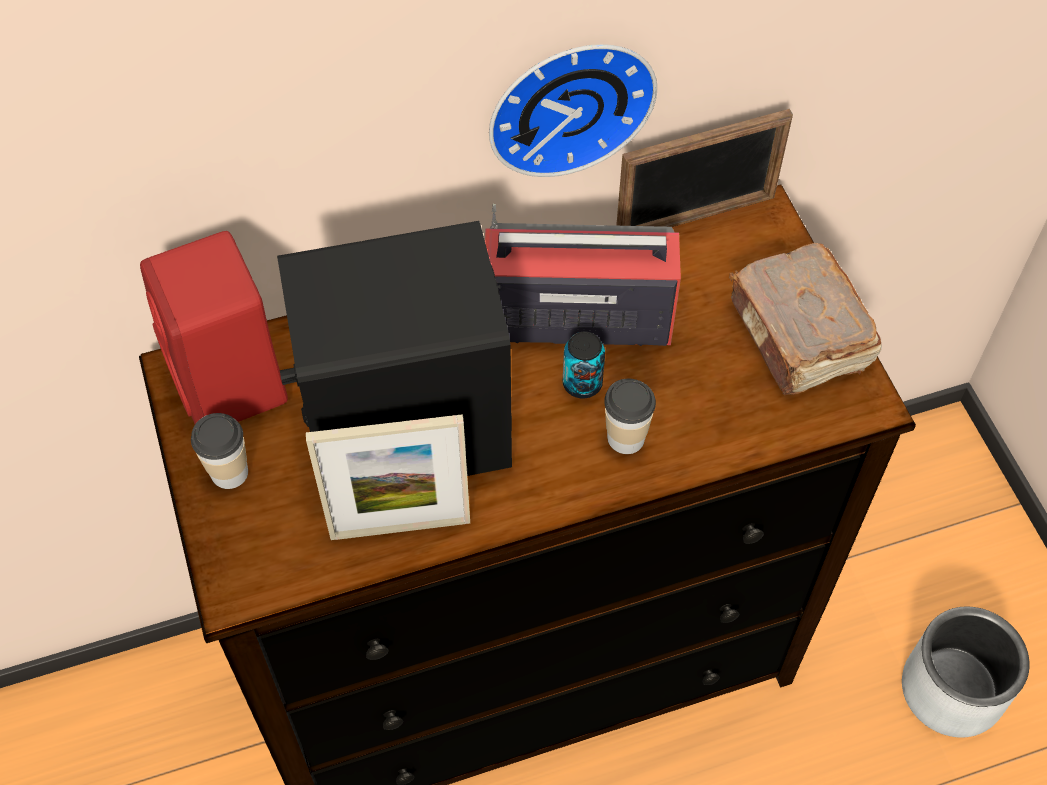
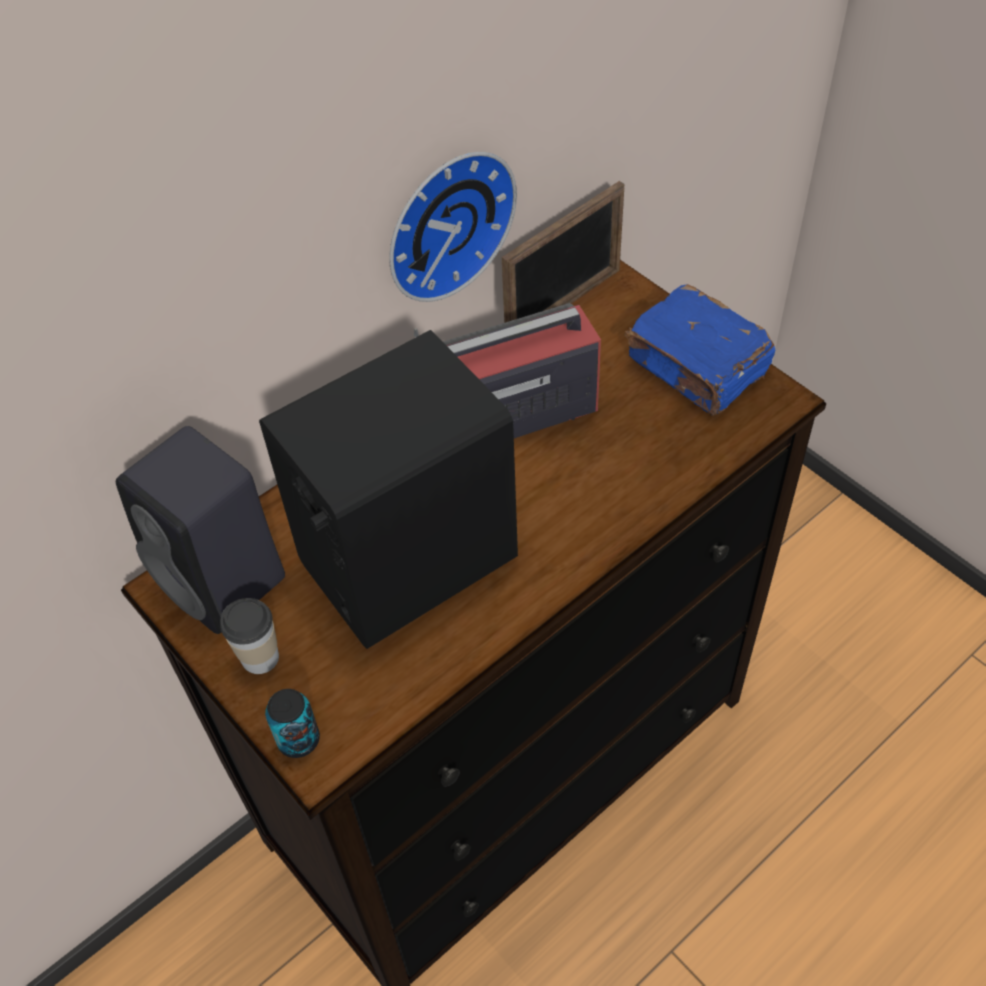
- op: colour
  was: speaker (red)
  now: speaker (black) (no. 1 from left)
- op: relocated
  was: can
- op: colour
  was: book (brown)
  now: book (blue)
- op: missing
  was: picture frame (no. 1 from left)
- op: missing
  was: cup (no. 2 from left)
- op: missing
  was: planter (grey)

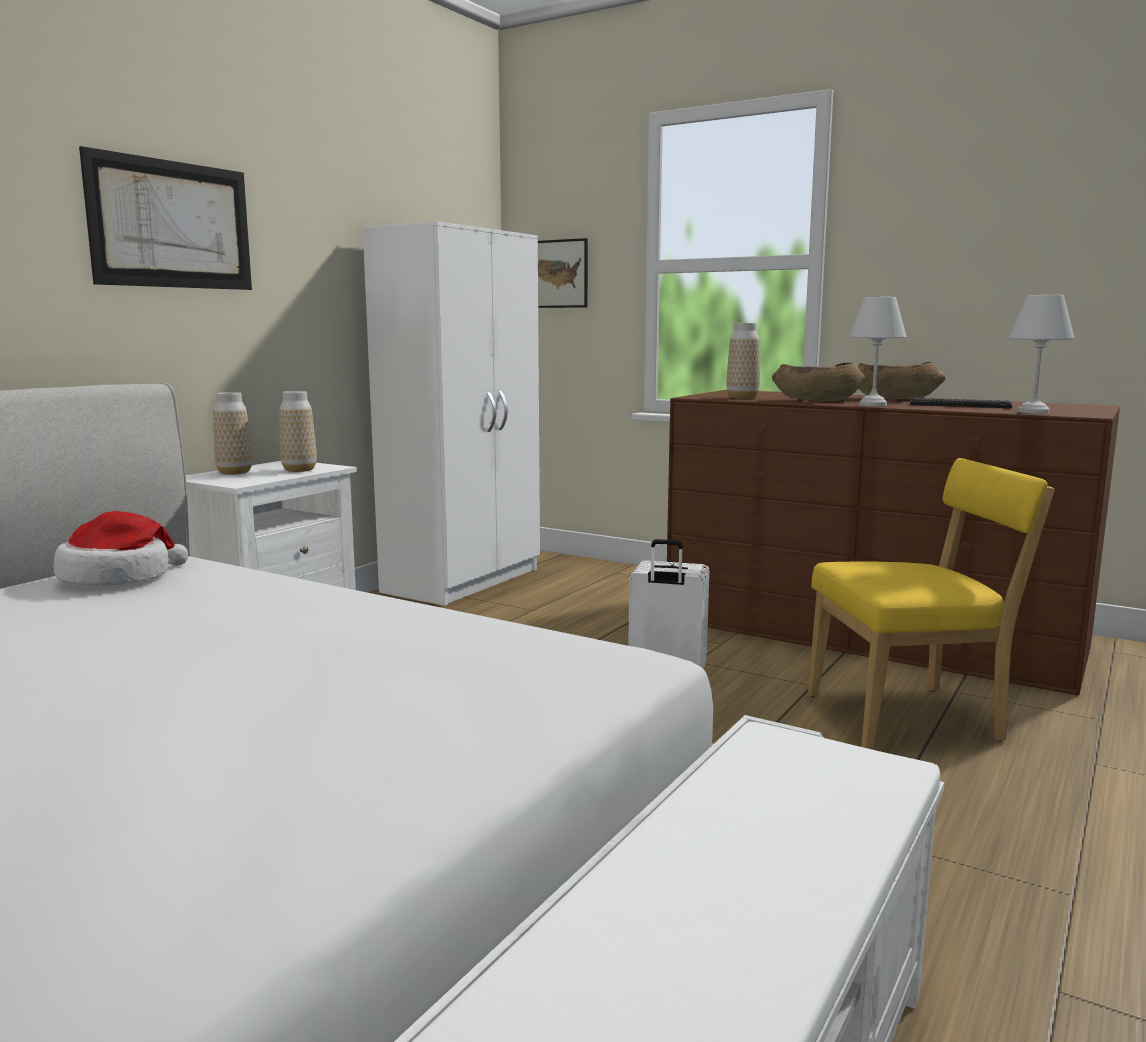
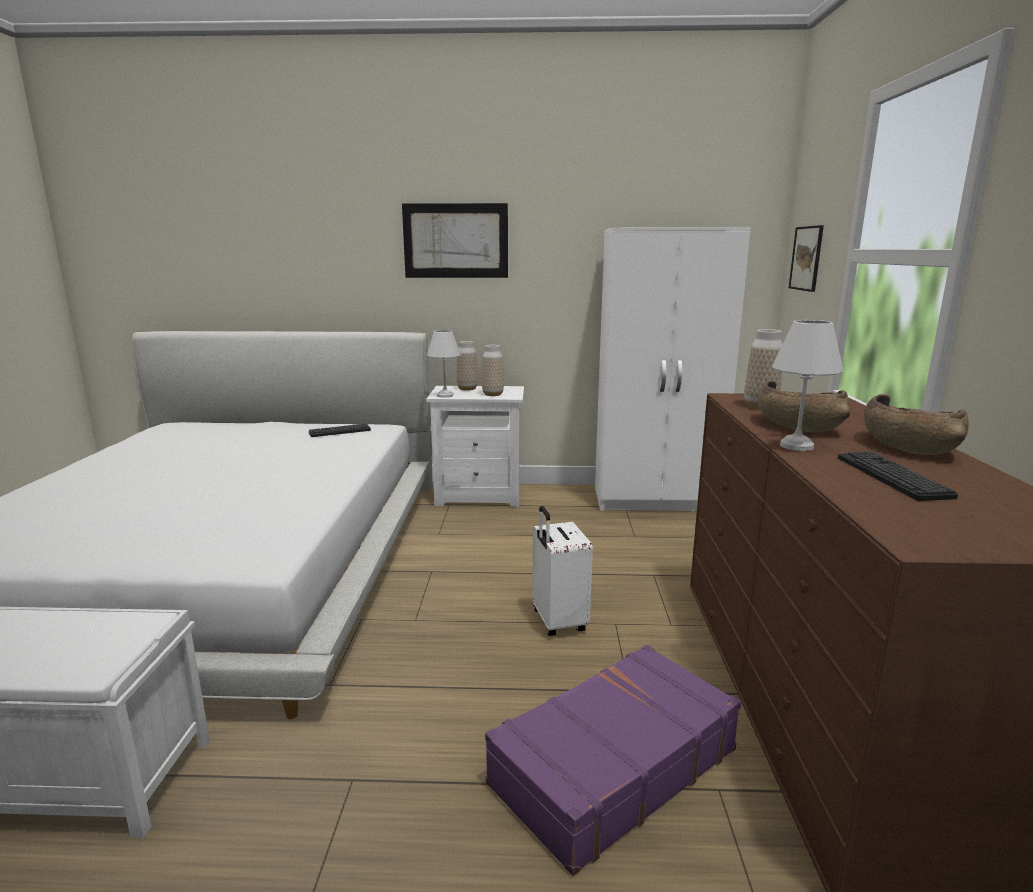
- op: exchanged
  was: hat
  now: keyboard (no. 1 from left)
- op: relocated
  was: table lamp (white) (no. 2 from left in the first image)
  now: table lamp (white) (no. 1 from left)
- op: exchanged
  was: chair (yellow)
  now: suitcase (purple)

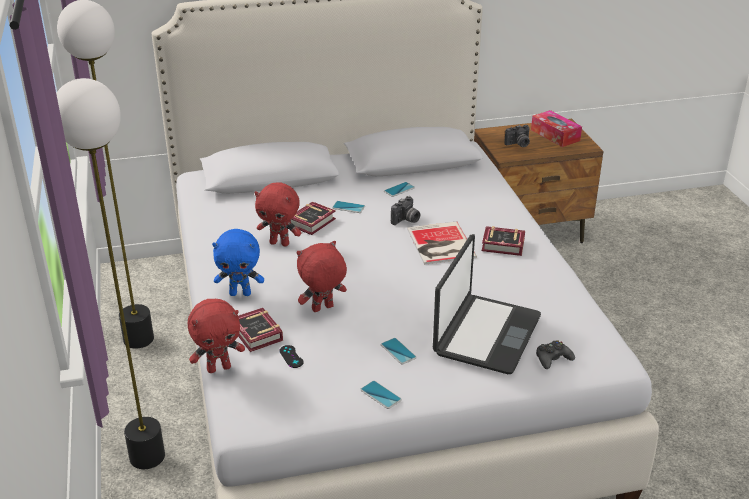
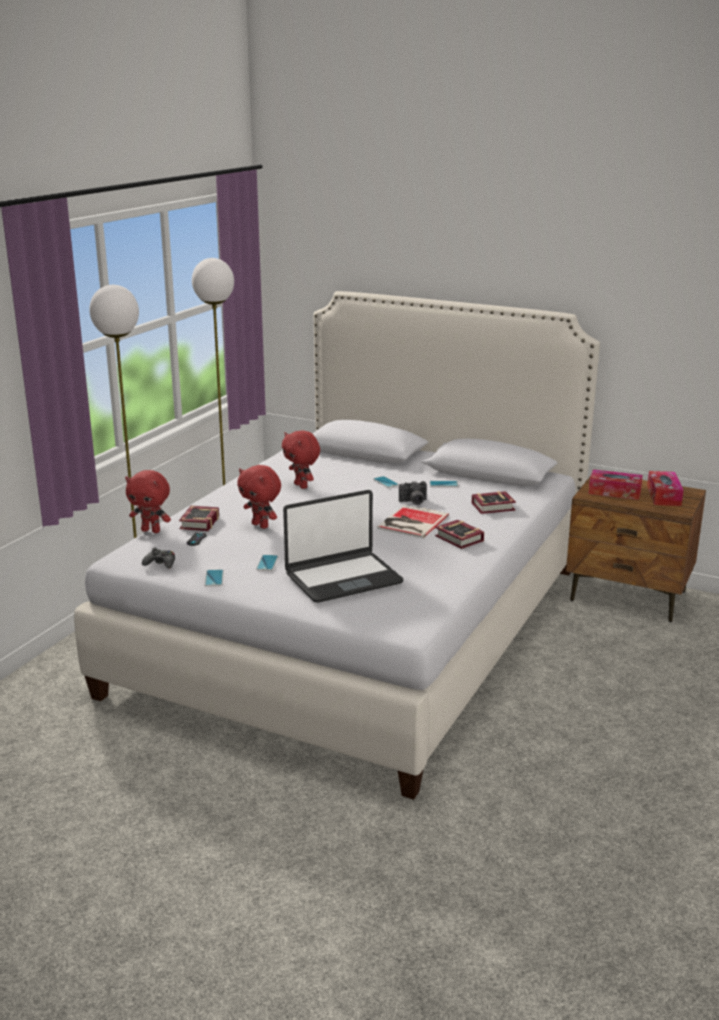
- op: relocated
  was: game controller (black) (no. 2 from left in the first image)
  now: game controller (black) (no. 1 from left)
- op: spun
  was: plush toy (red) (no. 3 from left in the first image)
  clockwise: -150
- op: relocated
  was: book (no. 2 from left in the first image)
  now: book (no. 4 from left)
- op: exchanged
  was: photo camera (no. 2 from left)
  now: tissue box (no. 1 from left)
- op: missing
  was: plush toy (blue)

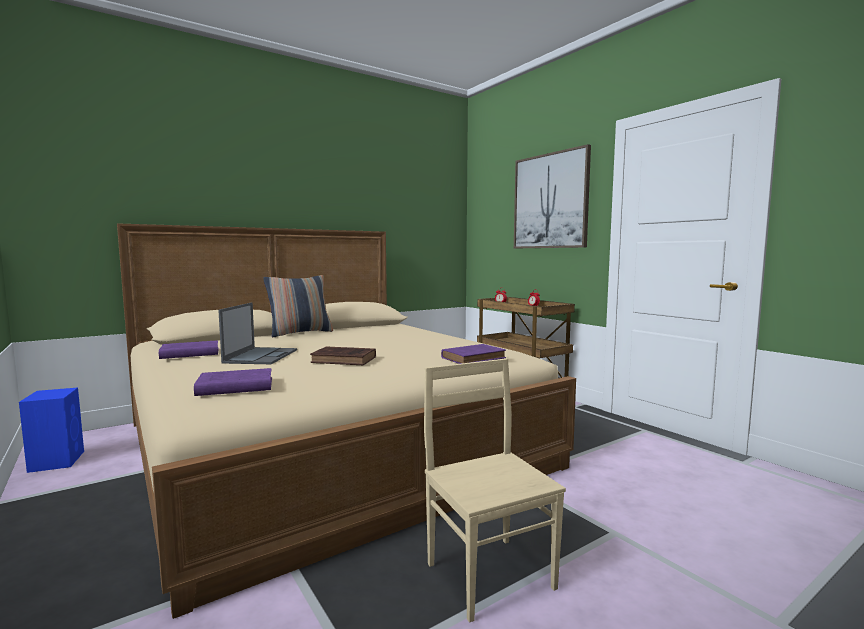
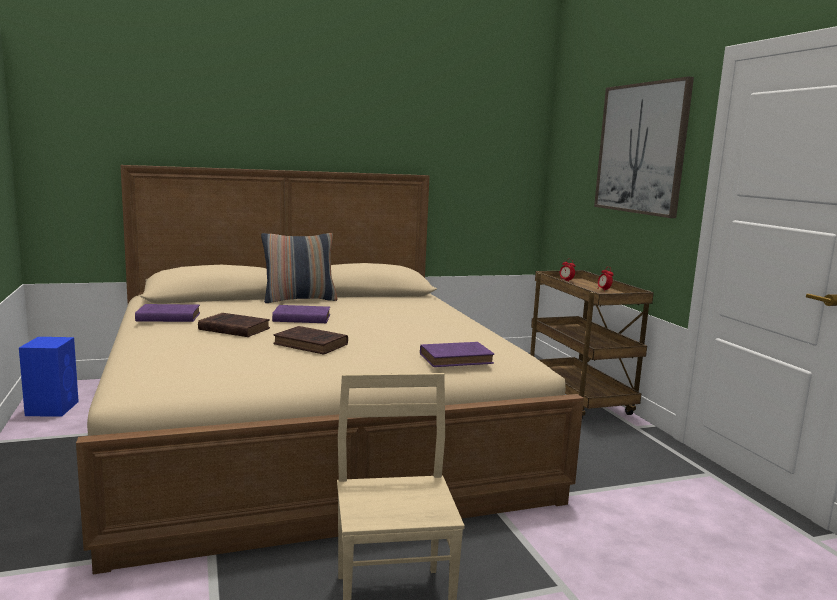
- op: exchanged
  was: laptop
  now: book (brown) (no. 1 from left)
- op: relocated
  was: book (purple) (no. 2 from left)

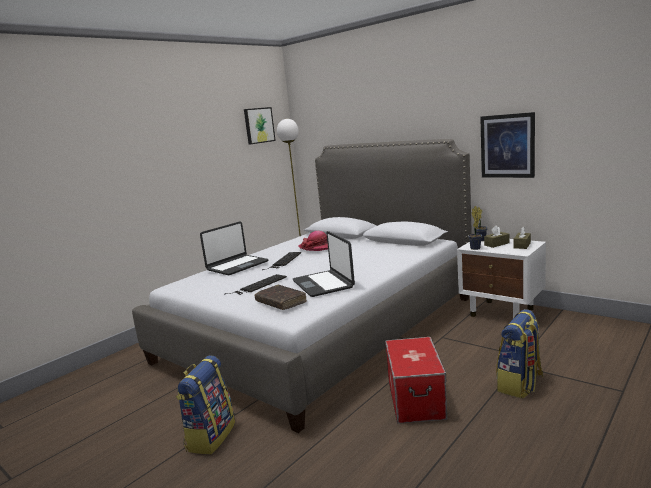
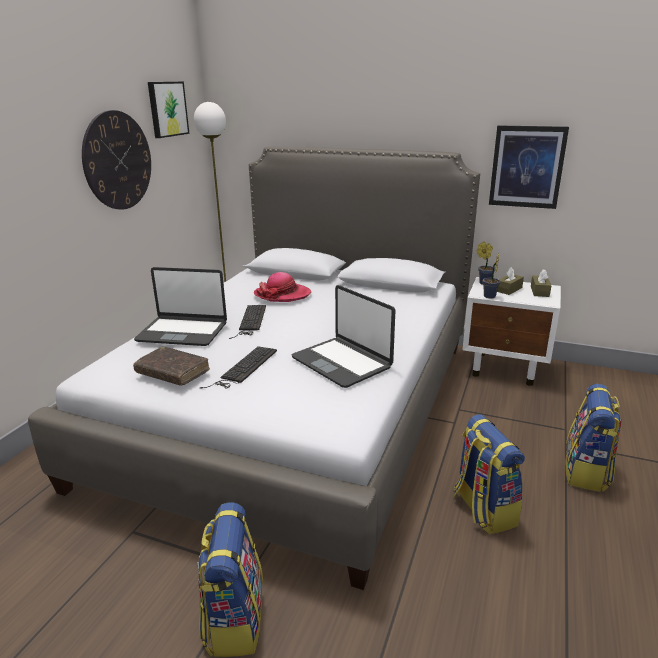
- op: appeared
  now: wall clock
- op: relocated
  was: book (brown)
- op: spun
  was: laptop (no. 1 from left)
  clockwise: 75
- op: exchanged
  was: storage box
  now: backpack (no. 2 from left)

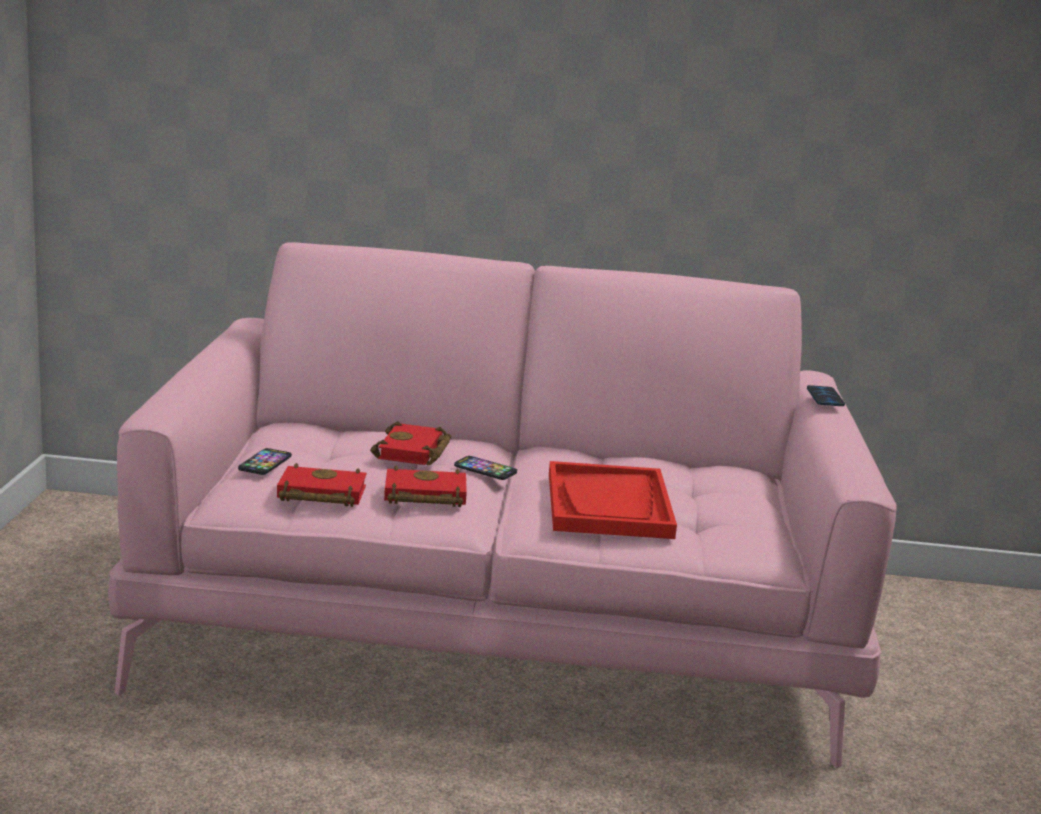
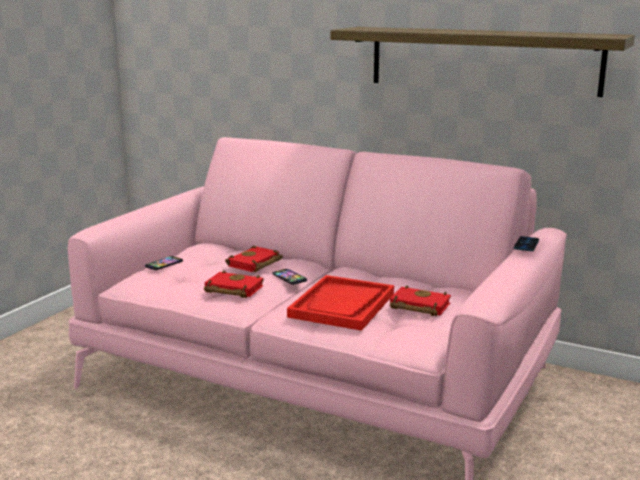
- op: appeared
  now: shelf
- op: relocated
  was: book (red) (no. 1 from left in the first image)
  now: book (red) (no. 3 from left)

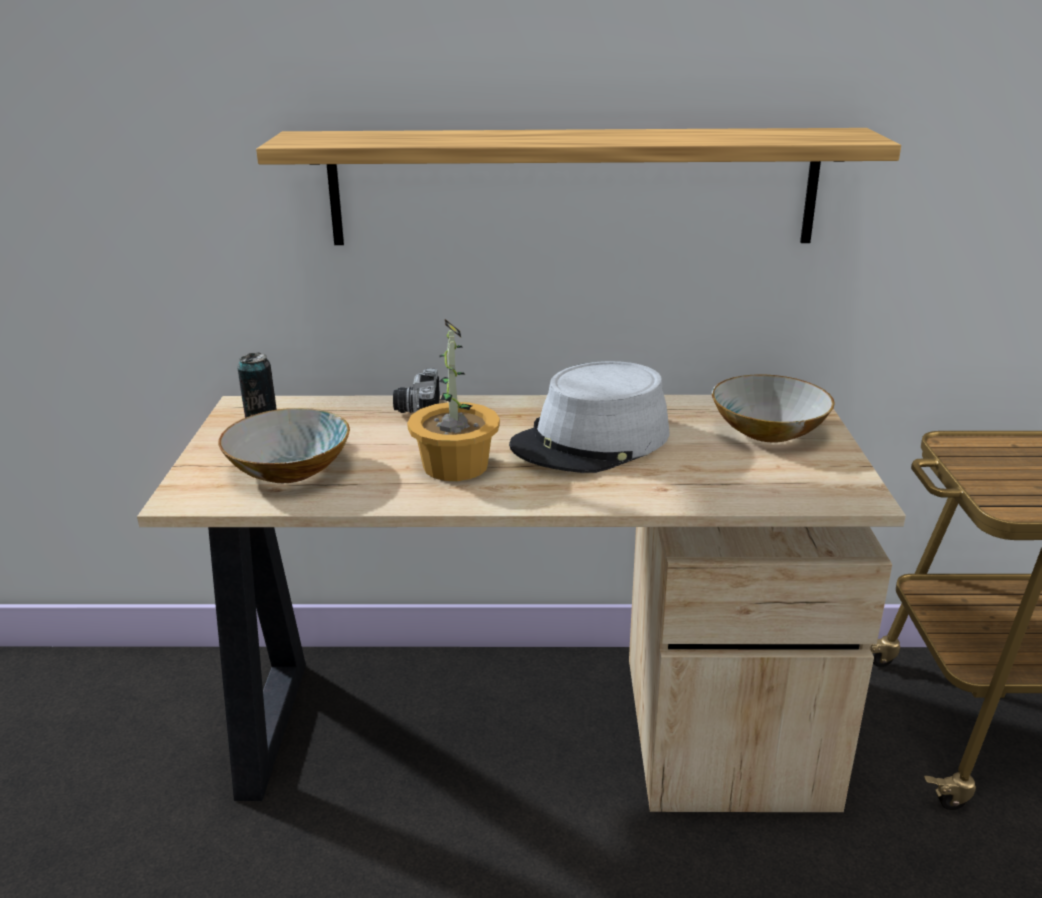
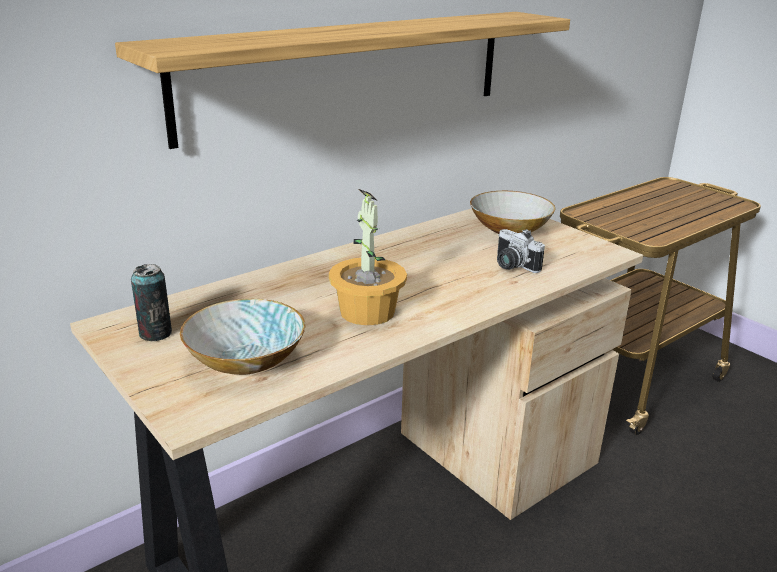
- op: relocated
  was: photo camera
- op: missing
  was: hat (grey)

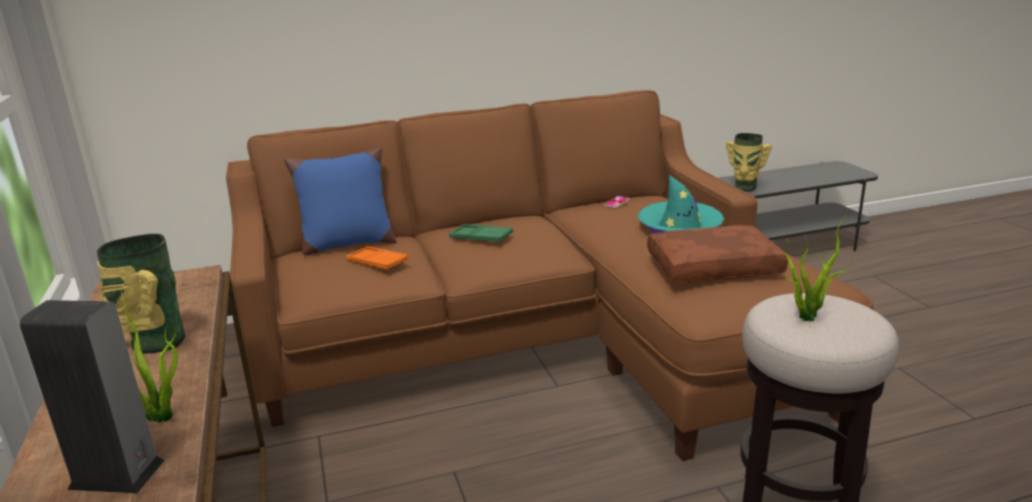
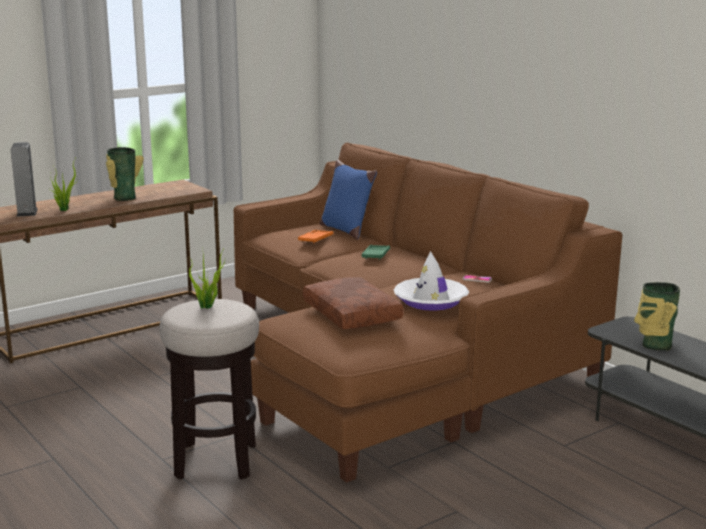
- op: colour
  was: hat (turquoise)
  now: hat (white)

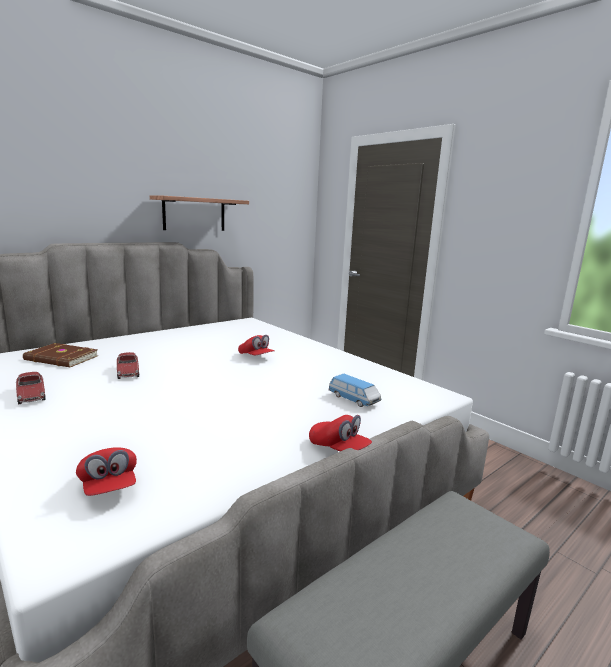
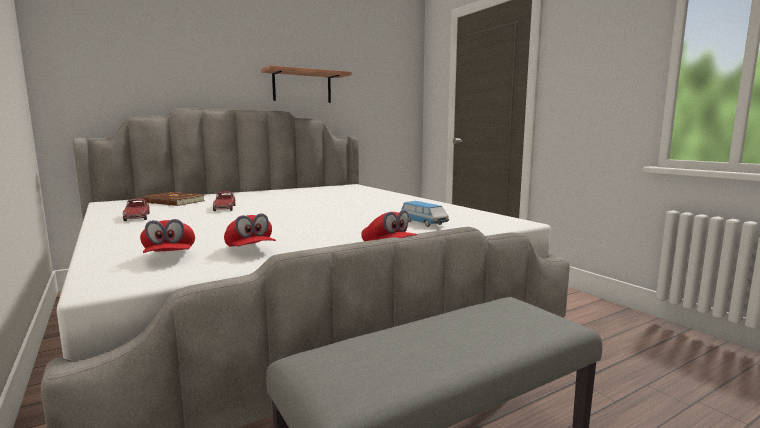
- op: relocated
  was: cap (red) (no. 2 from left)

